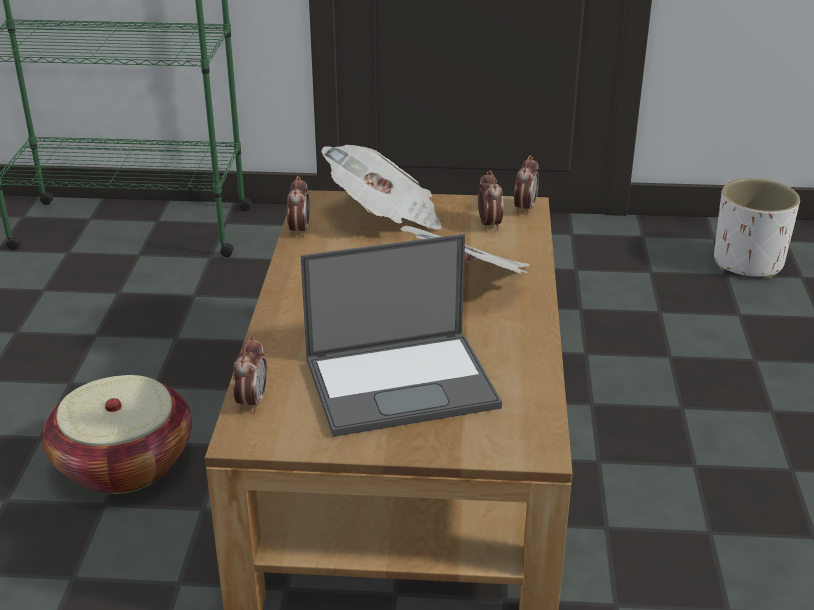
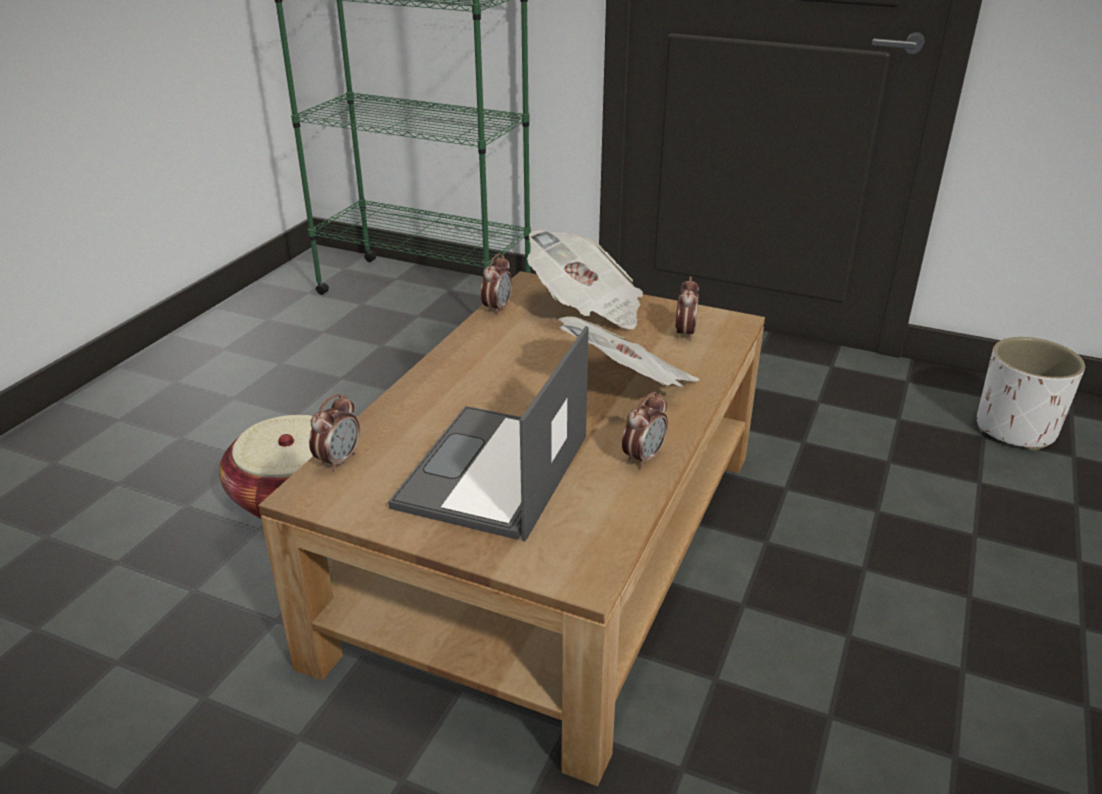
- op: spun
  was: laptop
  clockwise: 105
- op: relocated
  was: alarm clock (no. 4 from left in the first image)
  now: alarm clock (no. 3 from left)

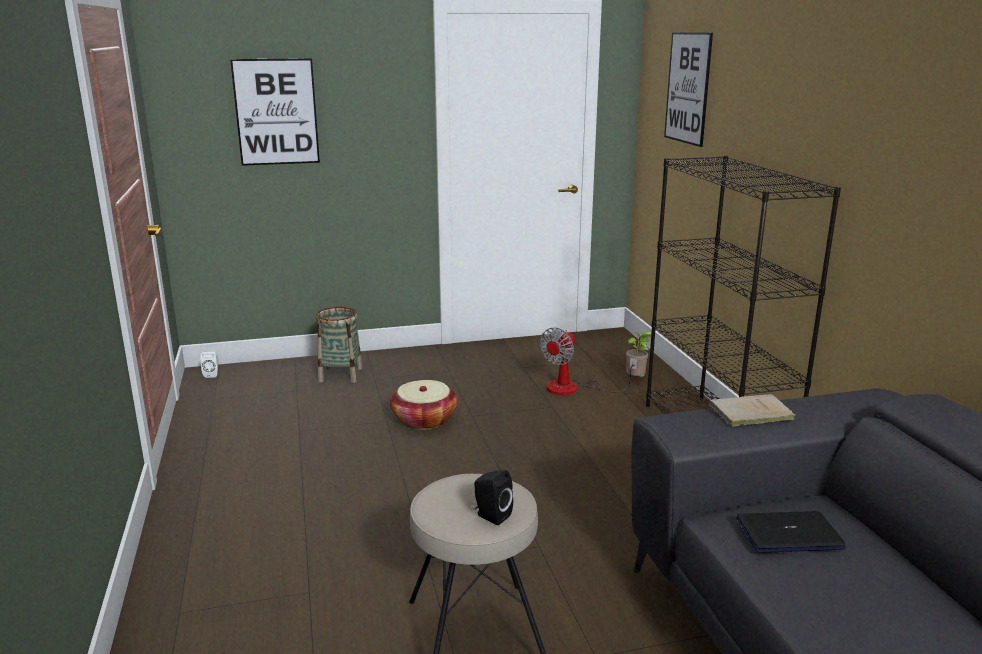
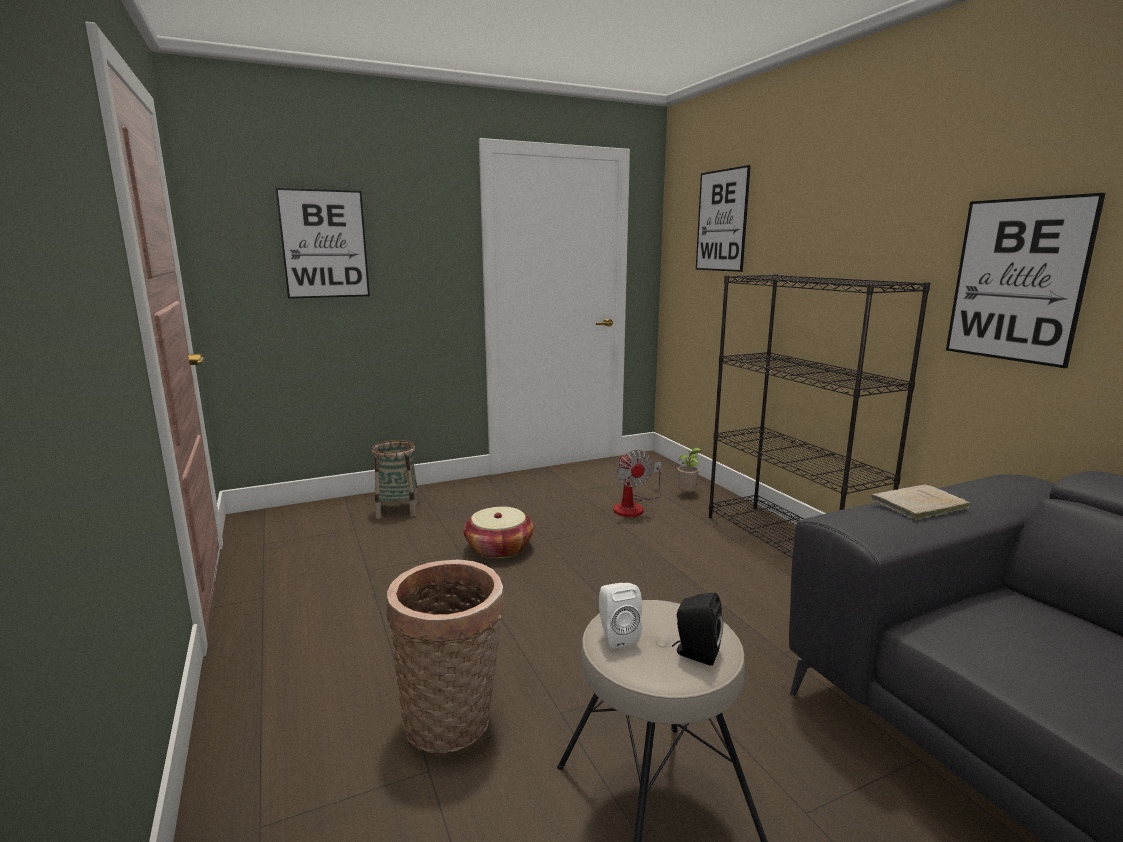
- op: appeared
  now: basket (no. 2 from left)
- op: relocated
  was: speaker (white)
- op: spun
  was: fan
  clockwise: -45
- op: appeared
  now: picture (no. 3 from left)
- op: missing
  was: laptop

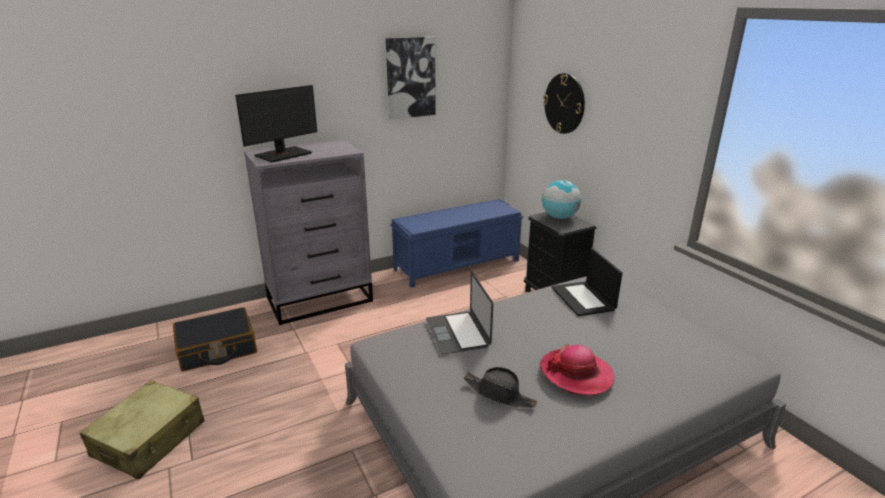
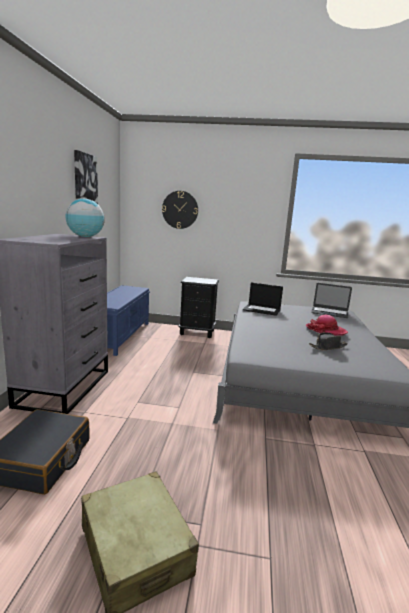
- op: relocated
  was: globe
- op: relocated
  was: laptop (no. 1 from left in the first image)
  now: laptop (no. 2 from left)
- op: missing
  was: monitor

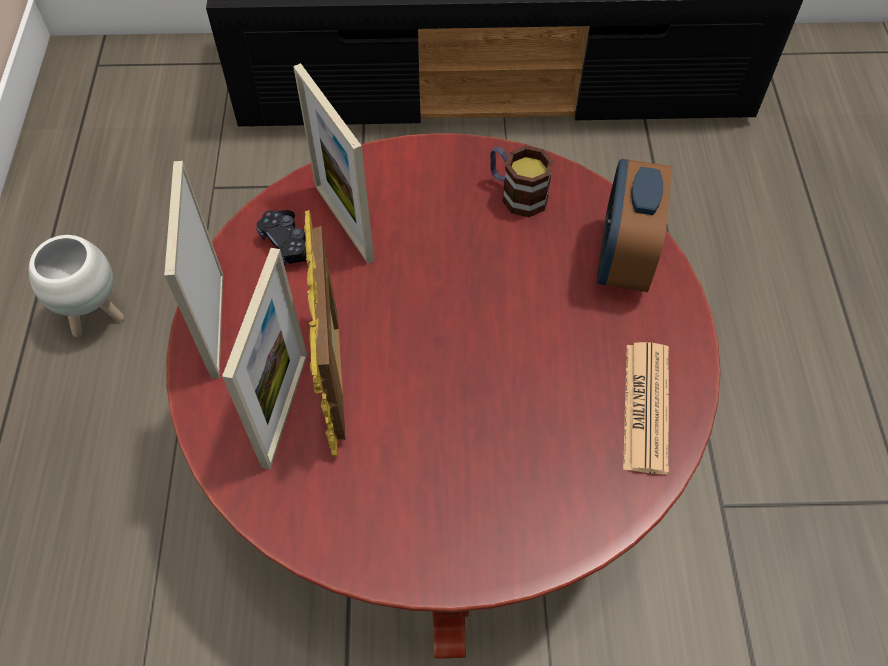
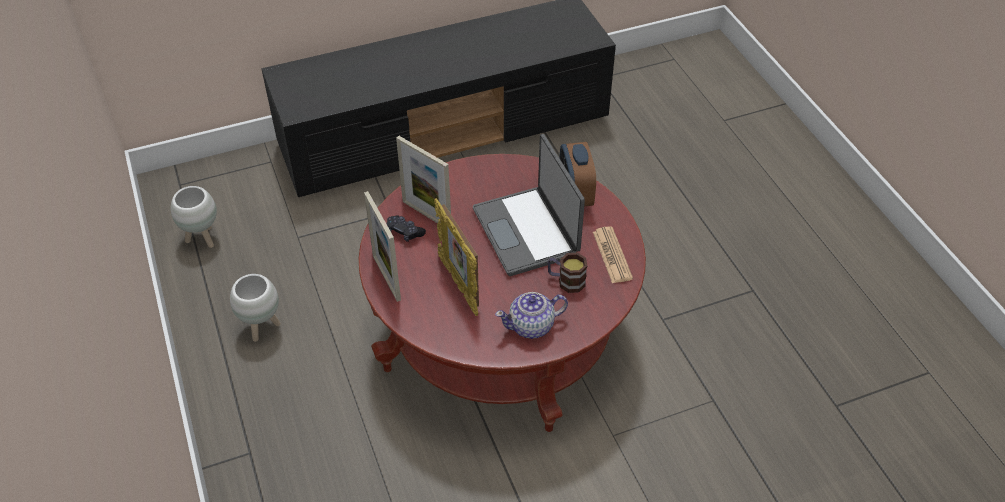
- op: appeared
  now: planter (white) (no. 1 from left)
- op: appeared
  now: laptop
- op: appeared
  now: teapot
- op: relocated
  was: mug
- op: missing
  was: picture frame (no. 2 from left)

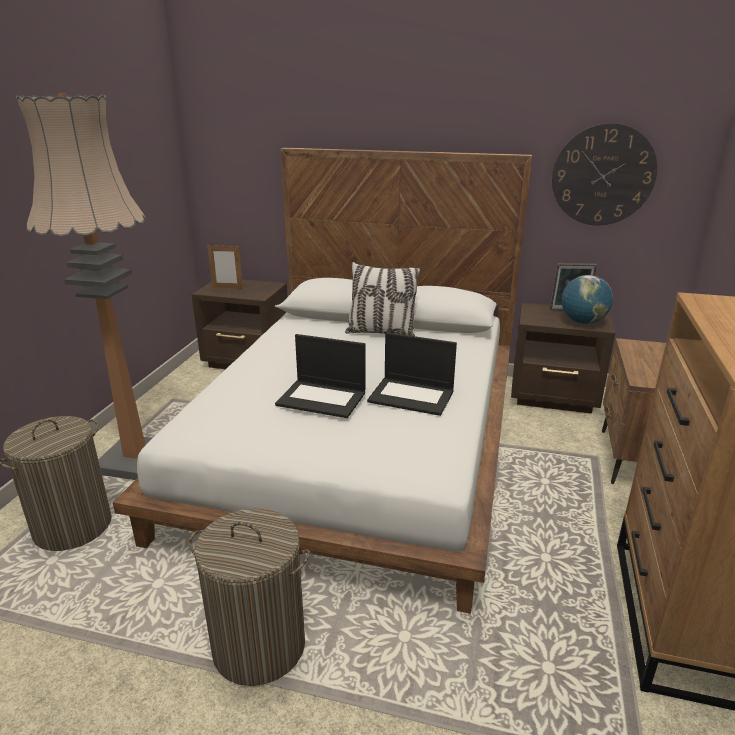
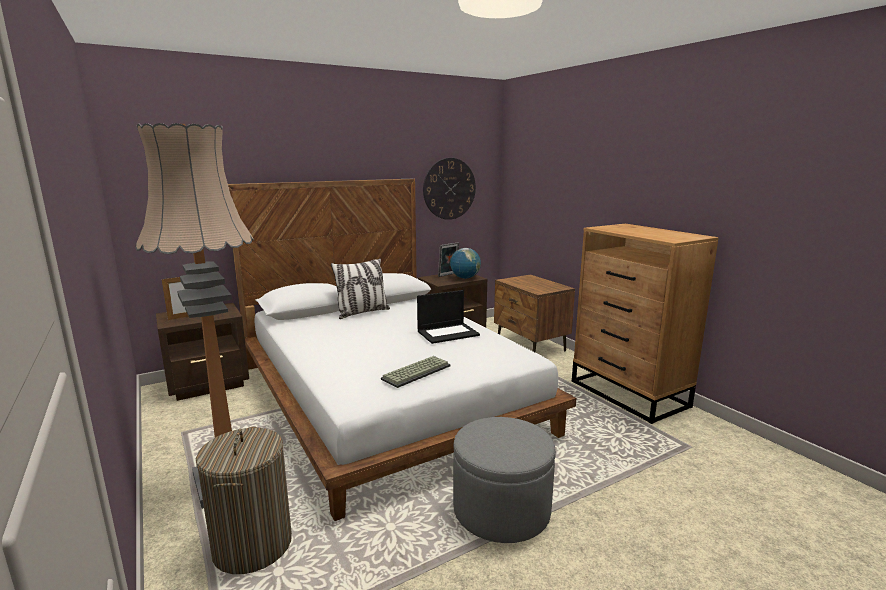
- op: appeared
  now: keyboard
- op: exchanged
  was: laundry basket (no. 2 from left)
  now: ottoman (grey)
- op: missing
  was: laptop (no. 1 from left)

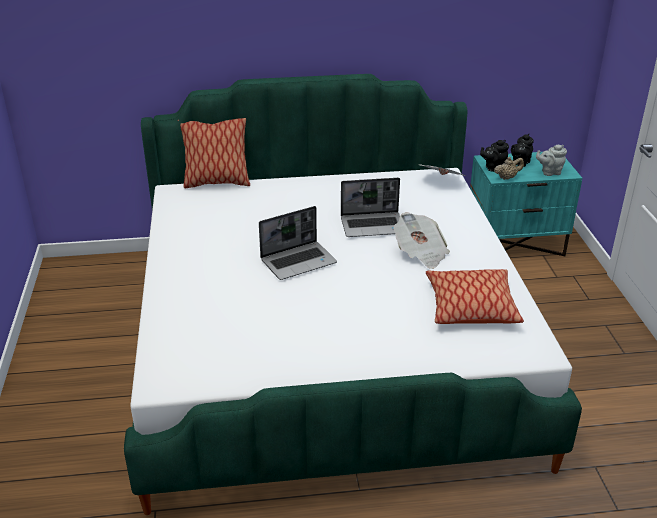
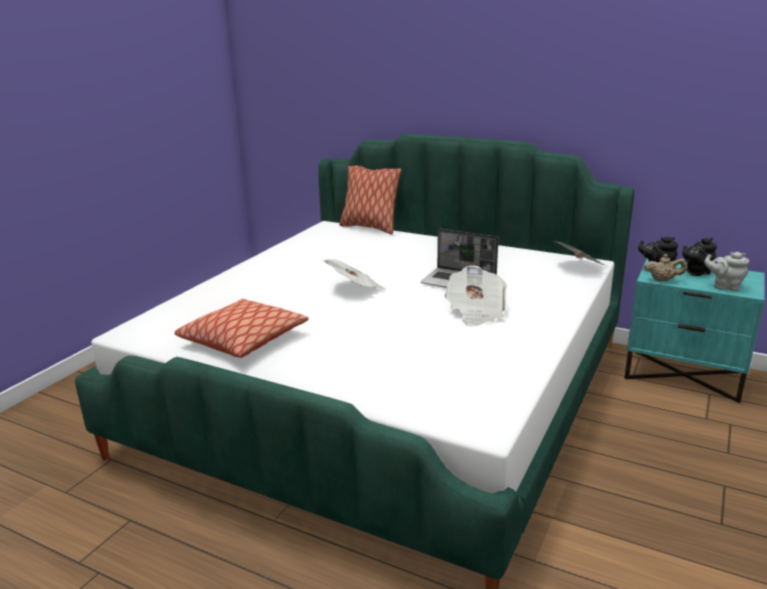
- op: relocated
  was: pillow (no. 2 from left in the first image)
  now: pillow (no. 1 from left)
- op: exchanged
  was: laptop (no. 1 from left)
  now: newspaper (no. 1 from left)

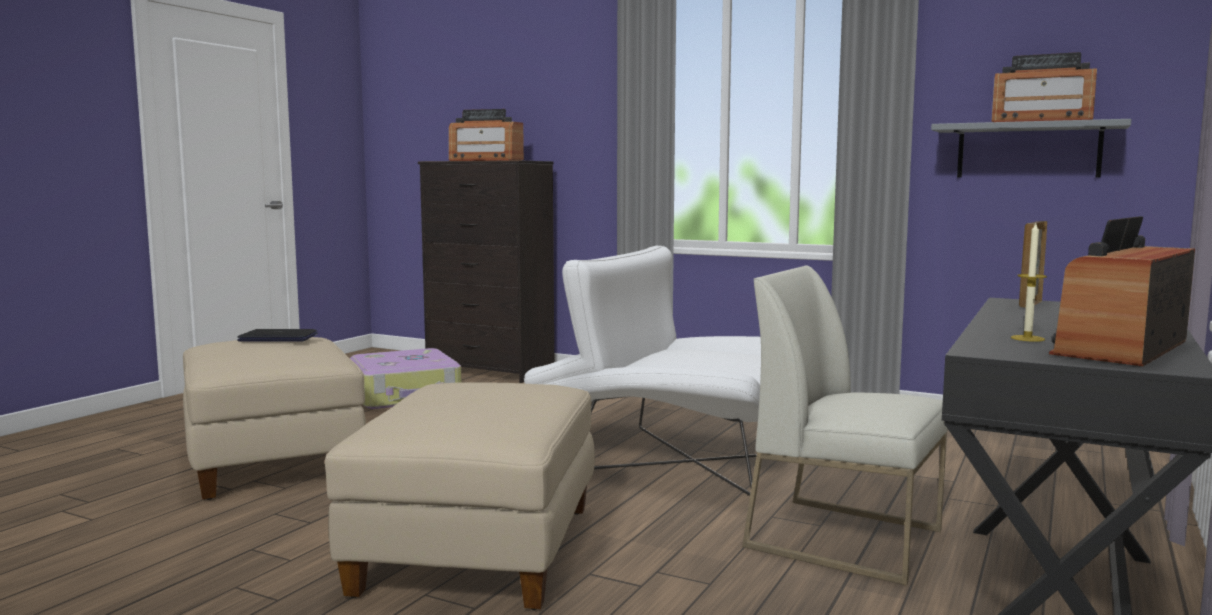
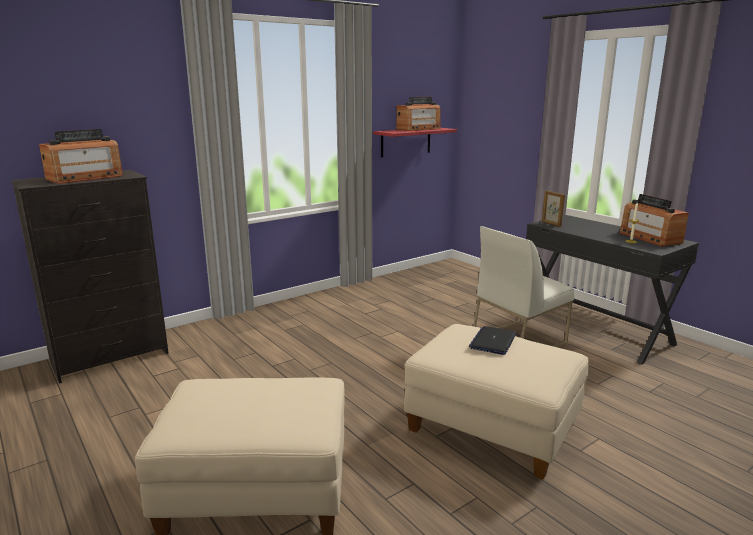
- op: colour
  was: shelf (grey)
  now: shelf (red)
- op: relocated
  was: laptop
- op: missing
  was: suitcase
- op: missing
  was: armchair (white)

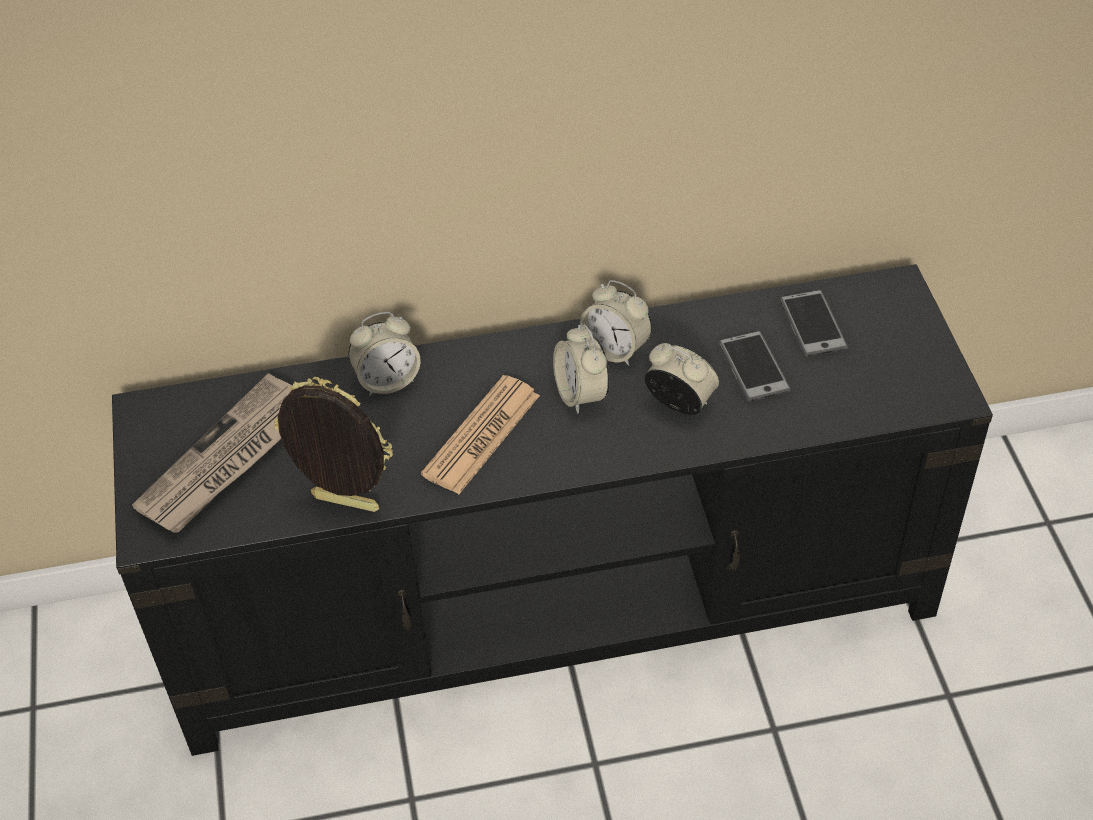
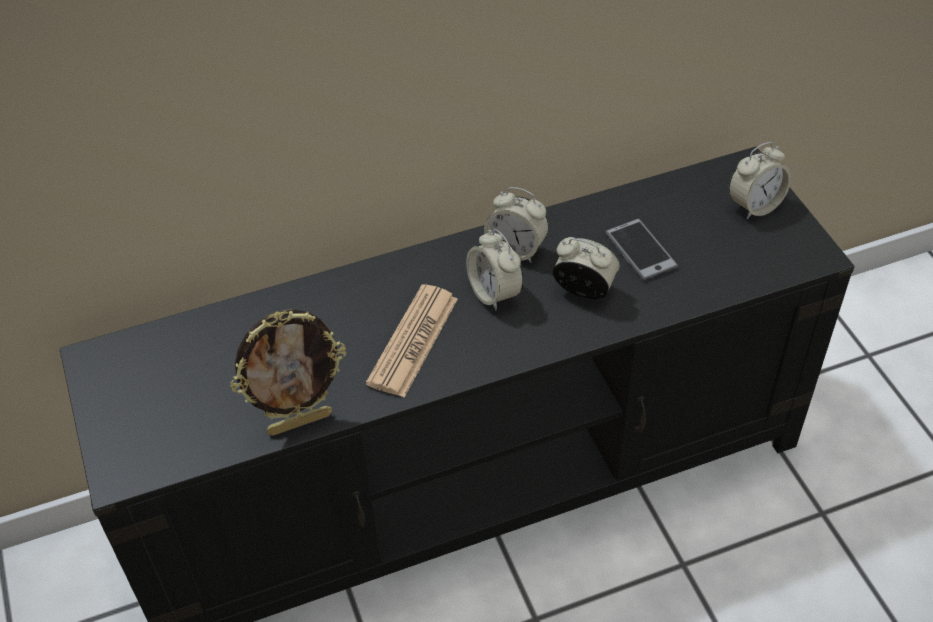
- op: spun
  was: picture frame
  clockwise: 150
- op: relocated
  was: alarm clock (no. 1 from left in the first image)
  now: alarm clock (no. 4 from left)
- op: missing
  was: newspaper (no. 1 from left)
- op: missing
  was: phone (no. 2 from left)

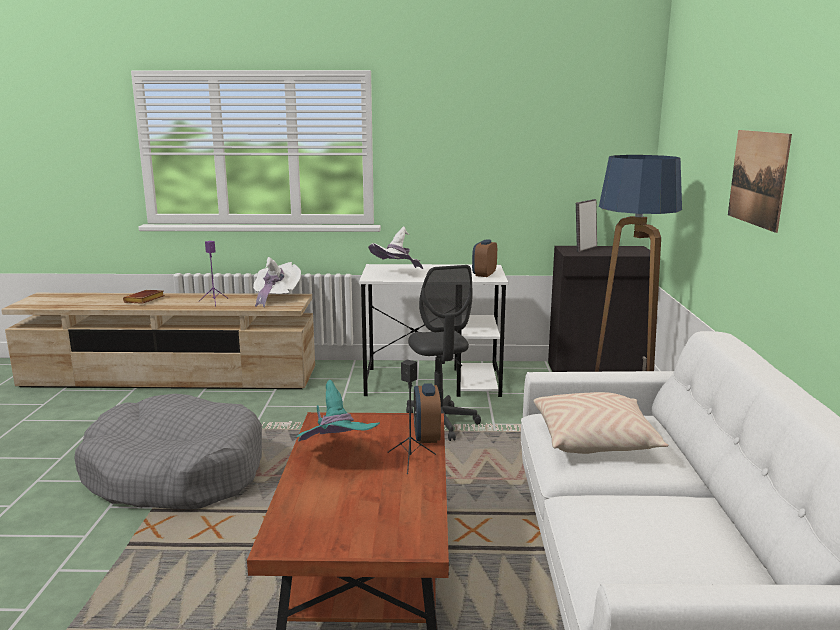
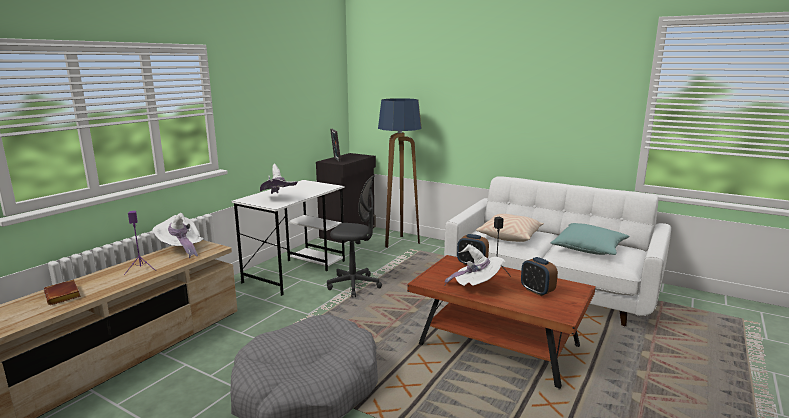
- op: colour
  was: hat (turquoise)
  now: hat (white) (no. 3 from left)
- op: relocated
  was: alarm clock (no. 2 from left)
- op: appeared
  now: pillow (turquoise)
- op: missing
  was: picture

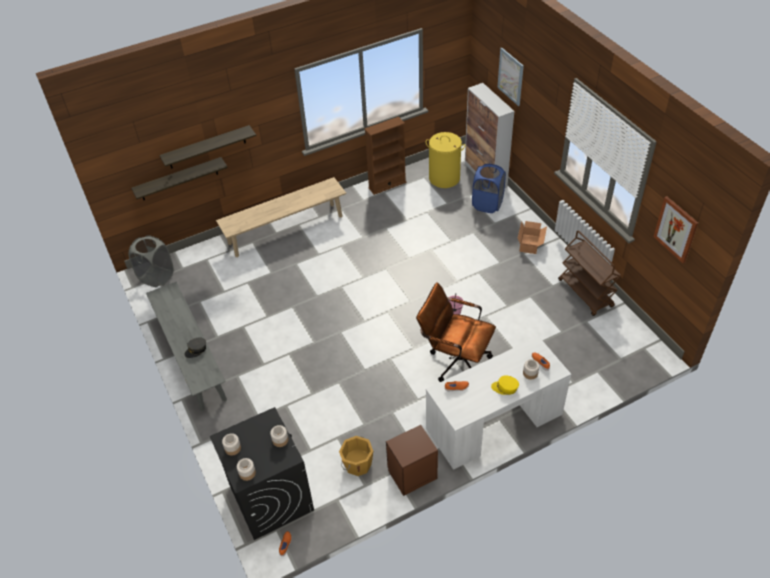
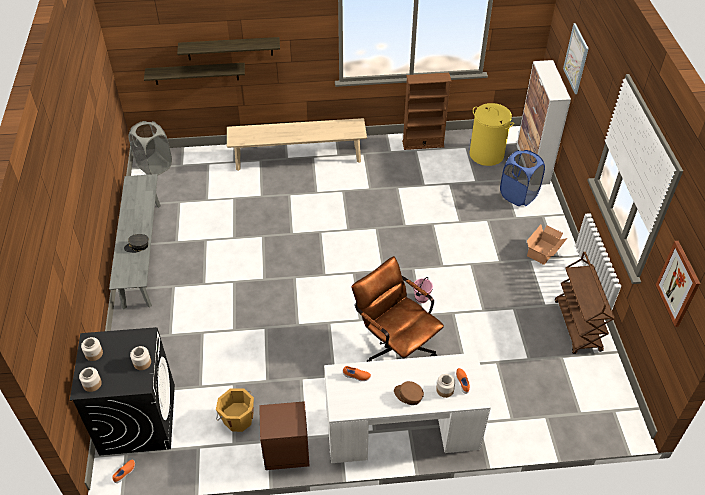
- op: colour
  was: cap (yellow)
  now: cap (brown)

